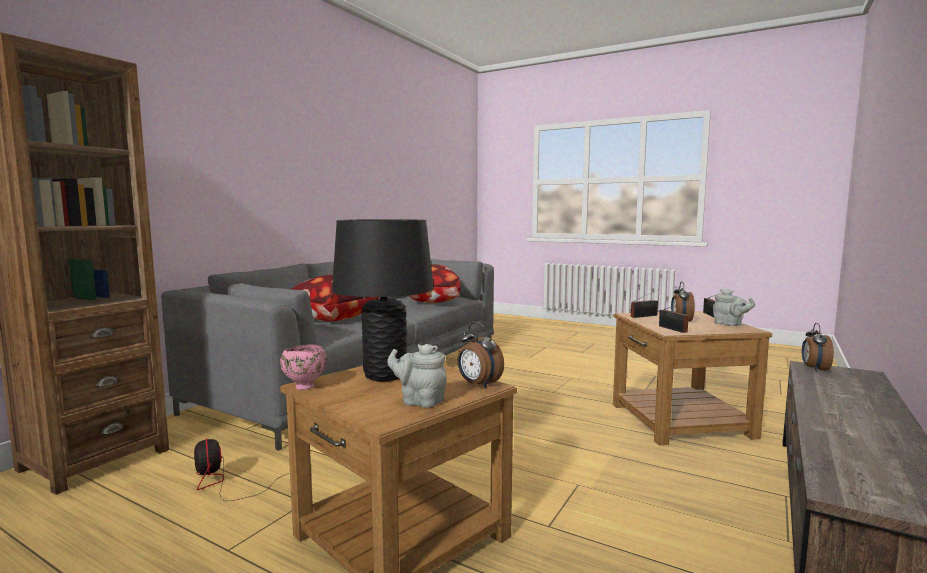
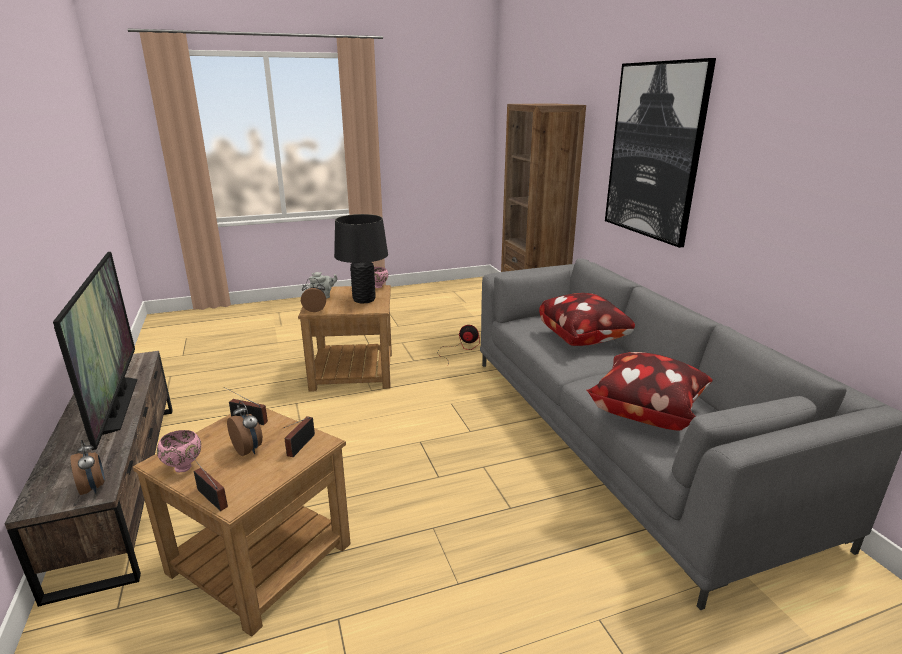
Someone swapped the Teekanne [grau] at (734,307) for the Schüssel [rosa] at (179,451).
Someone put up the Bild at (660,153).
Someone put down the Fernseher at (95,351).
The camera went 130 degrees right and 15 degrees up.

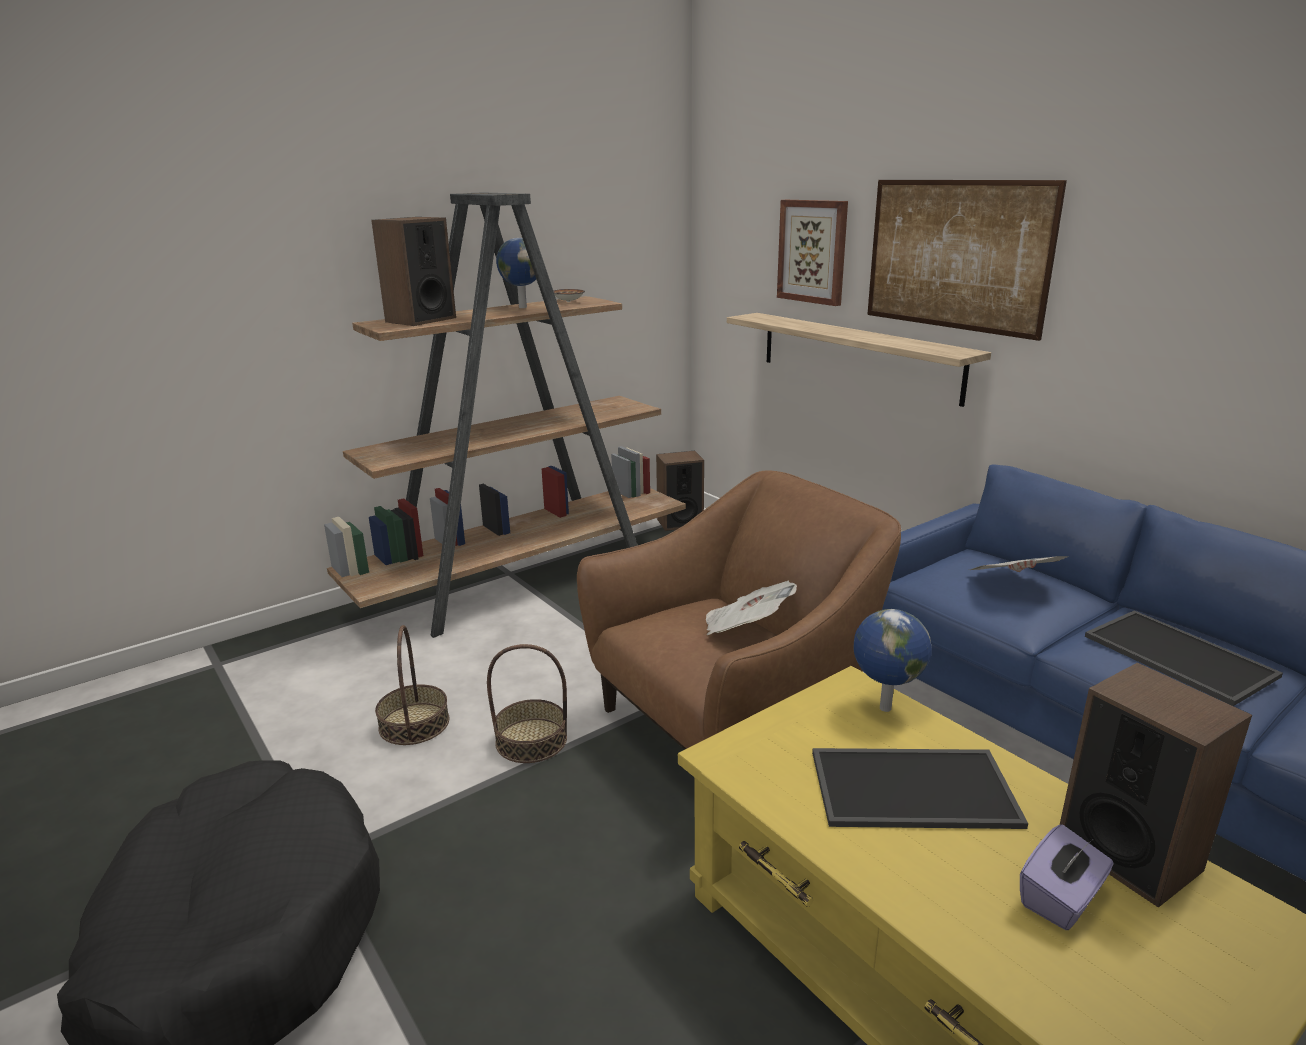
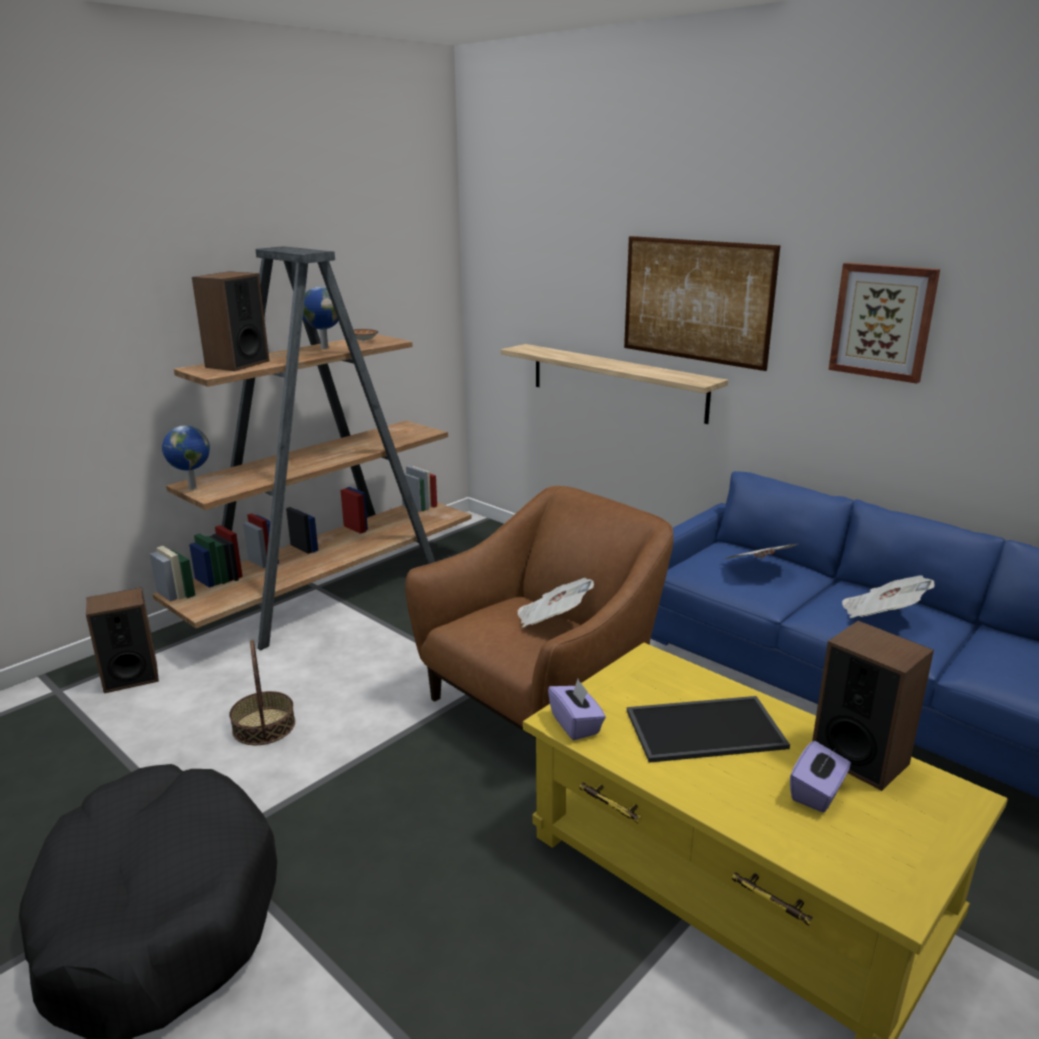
Someone carried the Bild from (812,253) to (884,323).
Someone carried the Lautsprecher from (680,491) to (122,640).
Someone carried the Globus from (893,660) to (186,457).
Someone swapped the Tablett at (1184,658) for the Zeitung at (888,596).
Someone took away the Korb at (527,703).
Someone put down the Taschentuchbox [lila] at (577,709).
The camera went 10 degrees left and 0 degrees up.

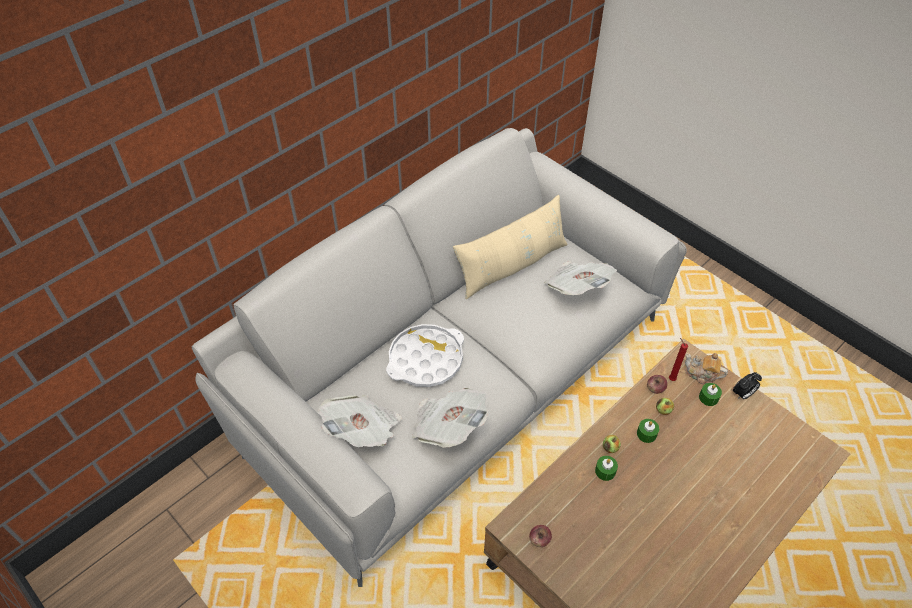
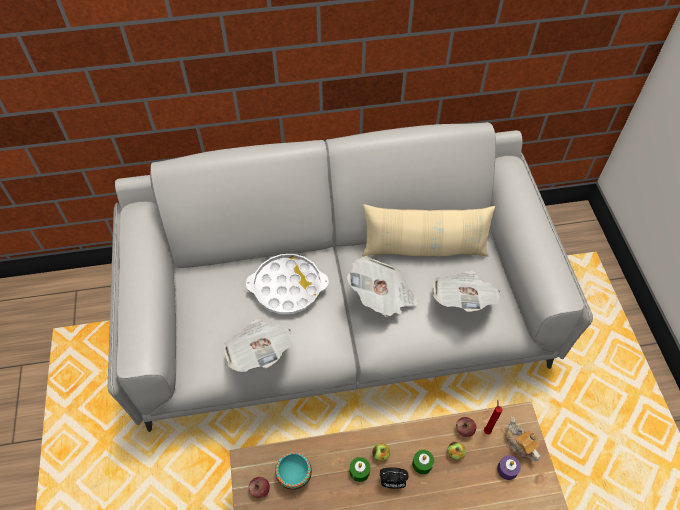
Someone carried the Wecker from (747,385) to (394,478).
Someone repainted the Kerze [grün] at (710,394), which became the Kerze [lila] at (509,467).
Someone carried the Zeitung from (360,421) to (382,287).
Someone put down the Schüssel [türkis] at (293,471).
The camera went 35 degrees right and 5 degrees up.

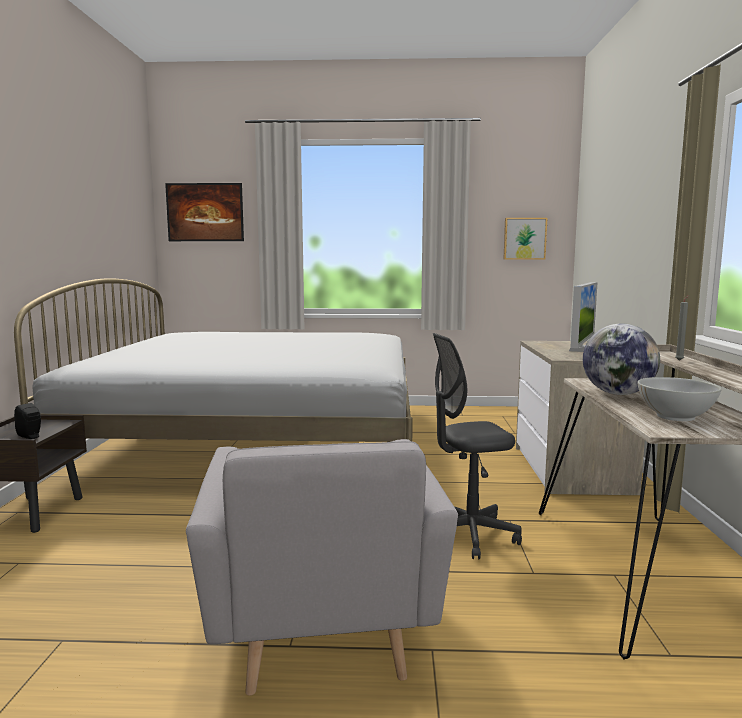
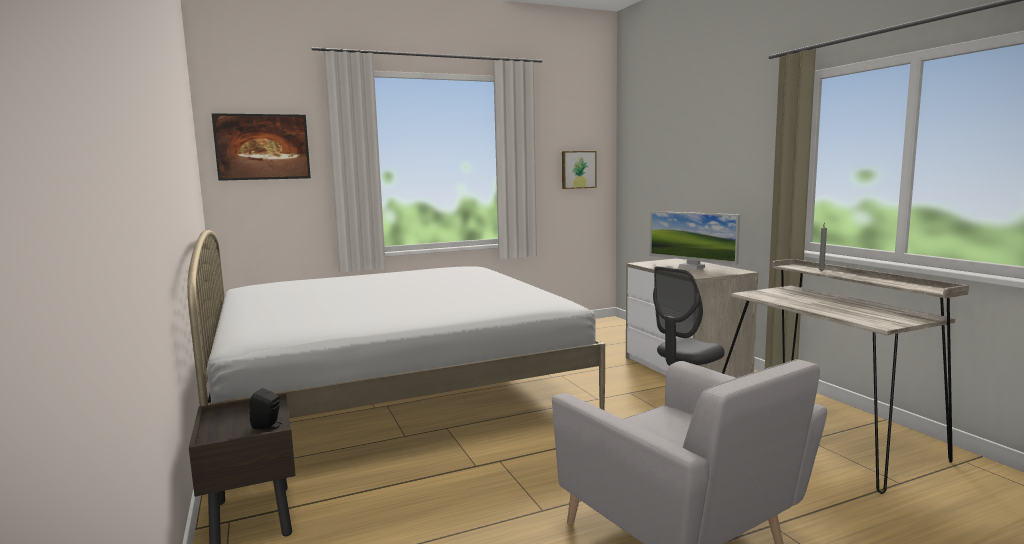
Someone rotated the Monitor at (583,317) by 135 degrees clockwise.
Someone took away the Globus at (621,359).
Someone took away the Schüssel [weiß] at (679,399).
The camera went 25 degrees left and 0 degrees up.

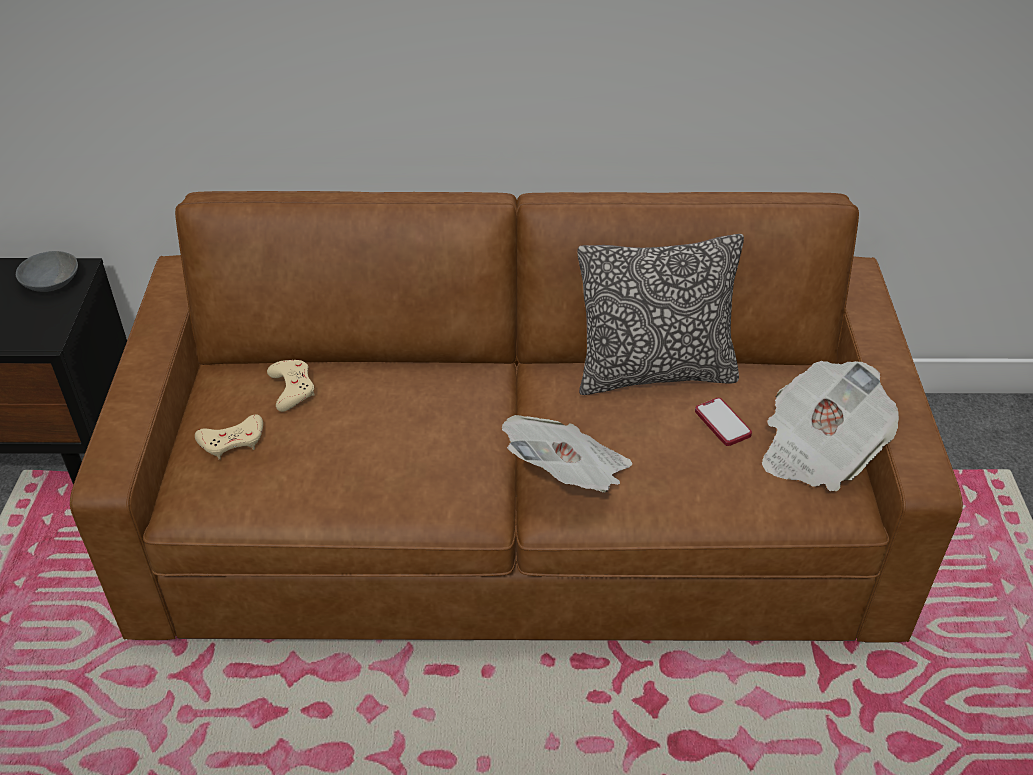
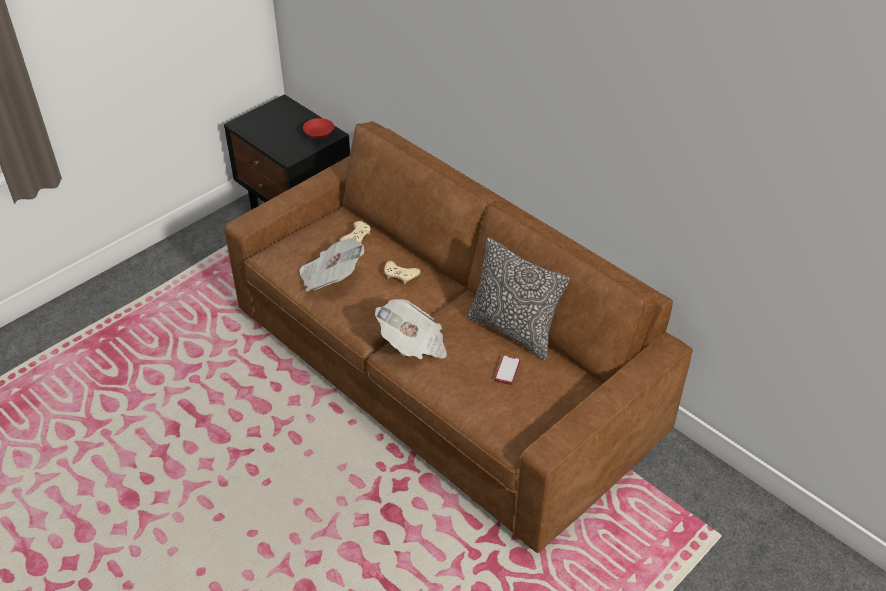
Someone repainted the Schüssel [grau] at (47,271), which became the Schüssel [rot] at (318,128).
Someone carried the Zeitung from (830,426) to (331,264).
Someone carried the Gamepad [beige] from (229,437) to (402,272).
The camera went 45 degrees right and 0 degrees up.

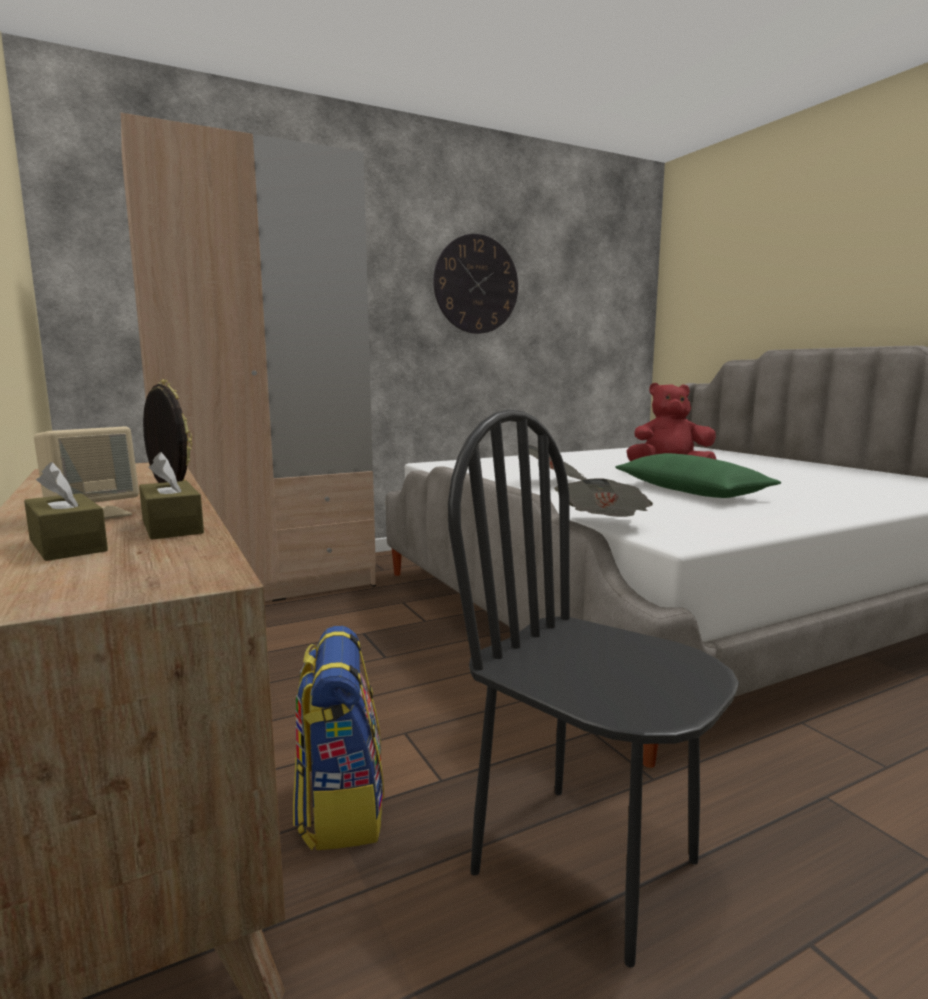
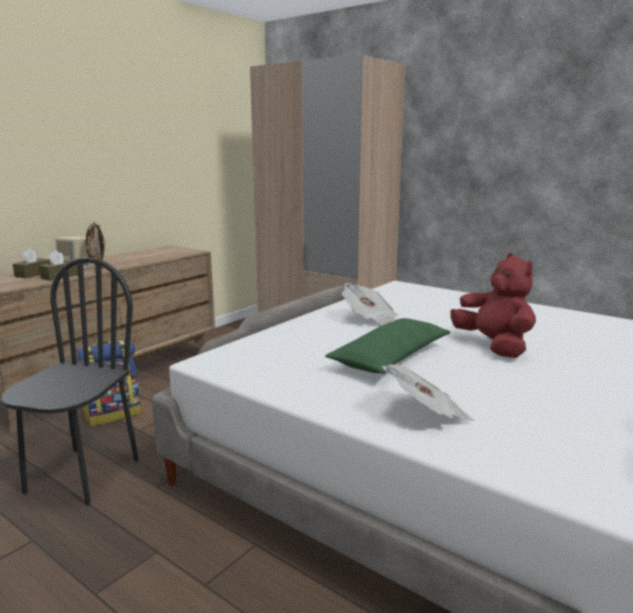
Someone took away the Wanduhr at (475,284).
Someone carried the Zeitung from (603,497) to (428,392).
The camera went 65 degrees right and 5 degrees up.

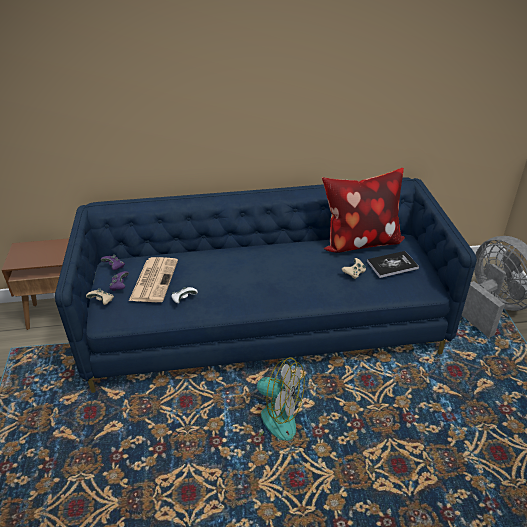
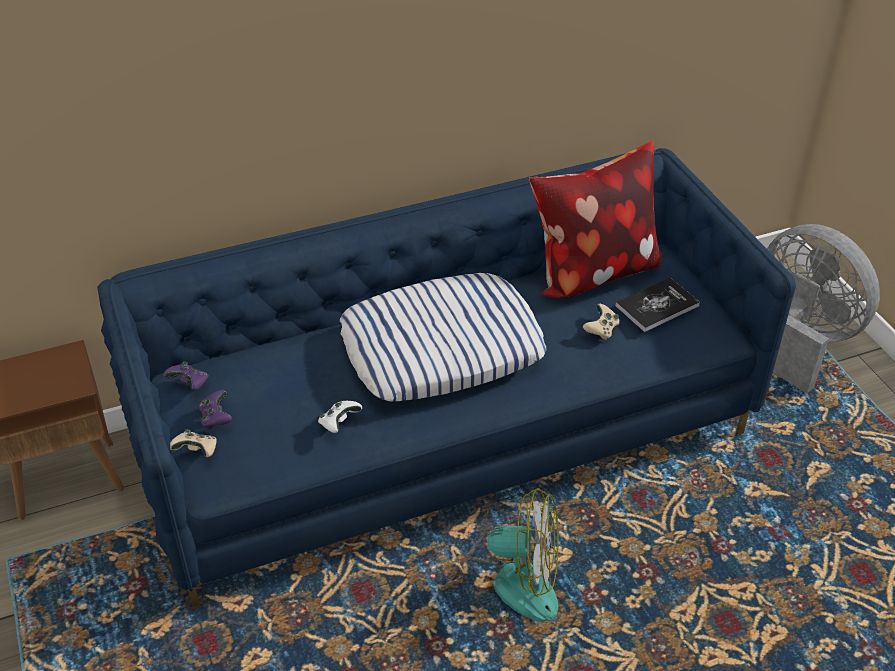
Someone took away the Zeitung at (153,279).
Someone put down the Kissen at (443,337).
The camera went 15 degrees left and 5 degrees up.

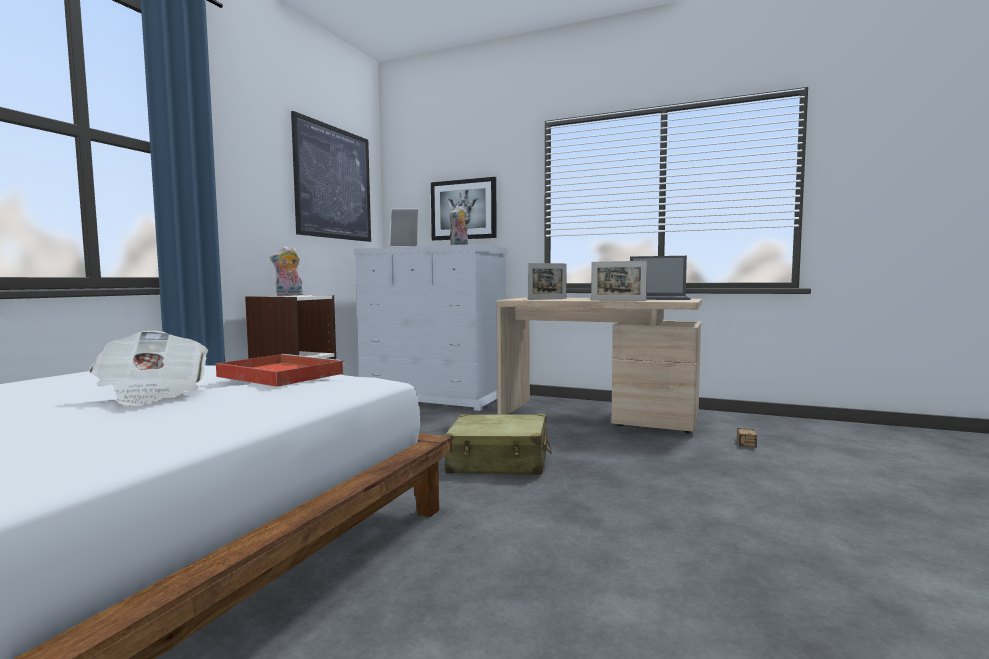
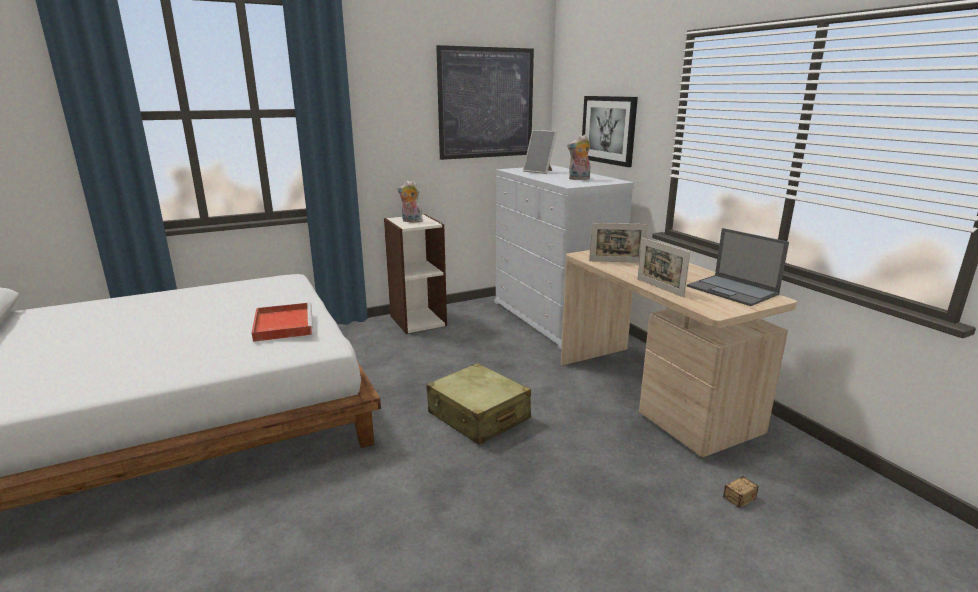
Someone took away the Zeitung at (149,368).
The camera went 40 degrees right and 15 degrees up.

